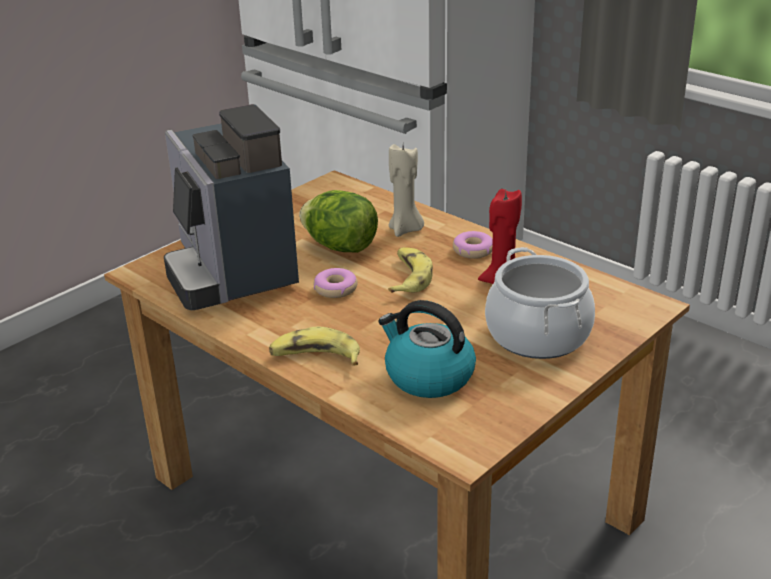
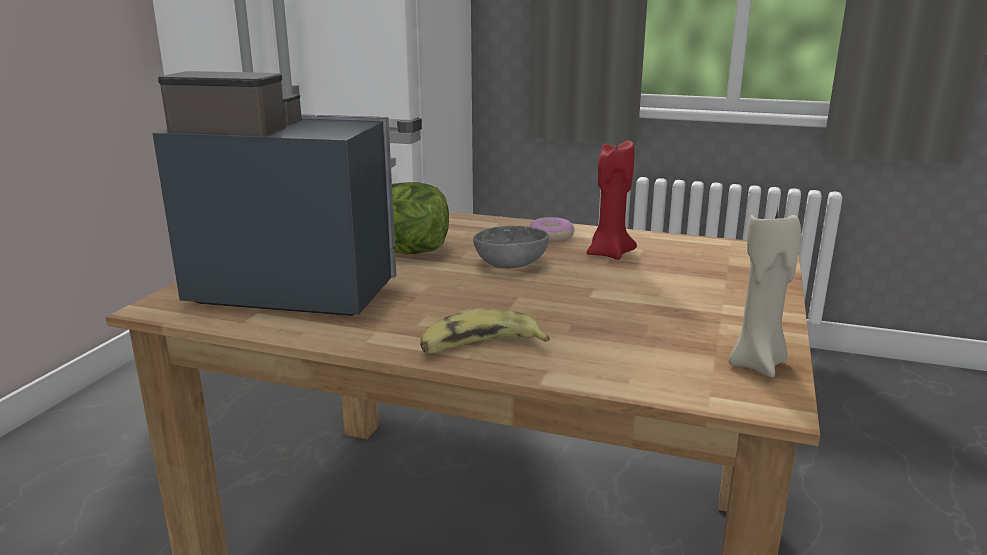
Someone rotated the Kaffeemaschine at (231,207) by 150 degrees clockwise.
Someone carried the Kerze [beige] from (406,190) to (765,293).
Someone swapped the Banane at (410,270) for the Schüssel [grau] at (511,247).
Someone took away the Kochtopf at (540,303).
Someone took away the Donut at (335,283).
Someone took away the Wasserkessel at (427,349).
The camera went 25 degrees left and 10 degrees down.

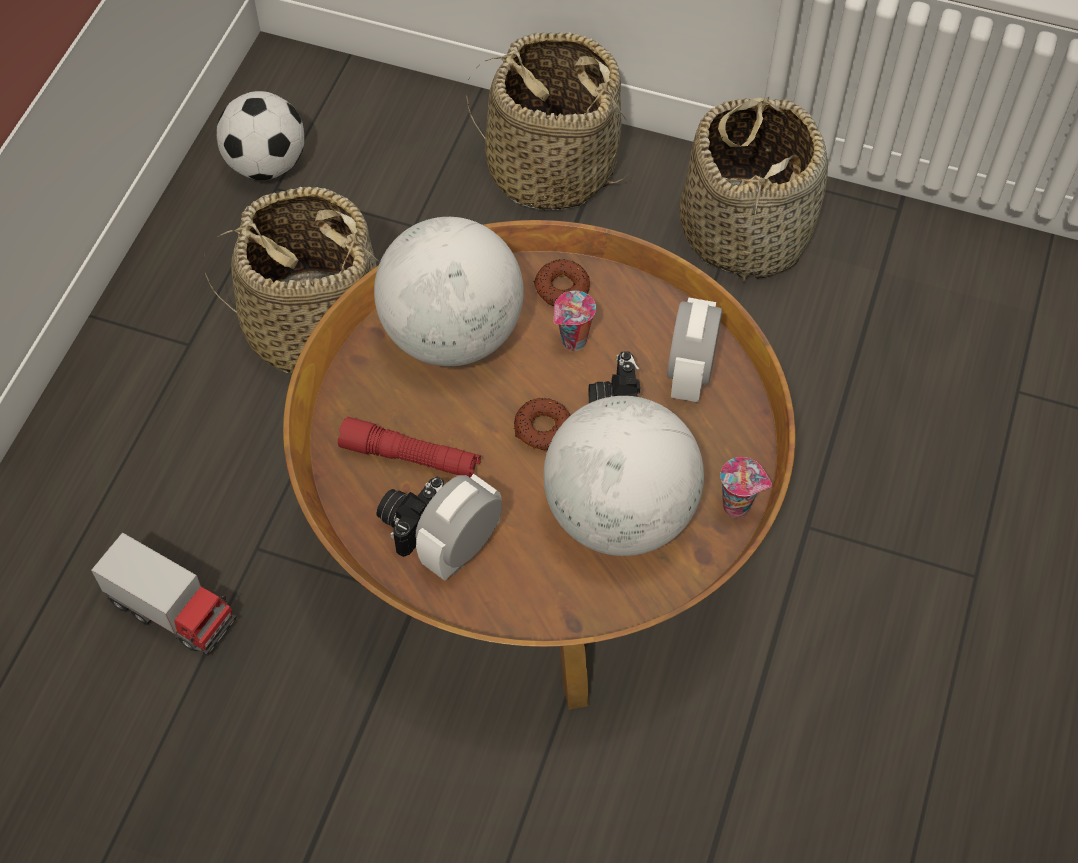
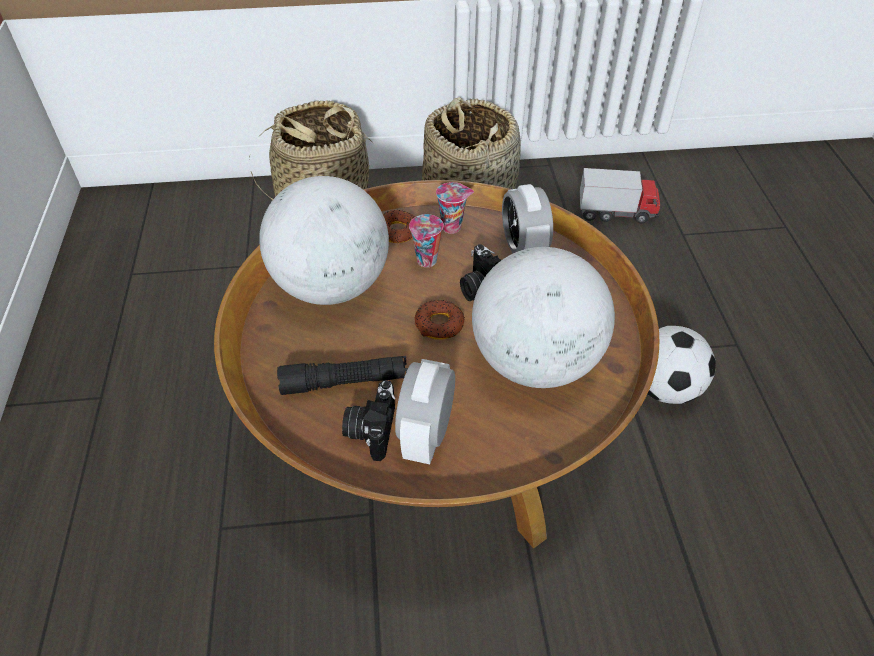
Someone carried the Fußball from (260,135) to (682,365).
Someone took away the Korb at (291,280).
Someone repainted the Taschenlampe [rot] at (409,447), which became the Taschenlampe [schwarz] at (342,375).
Someone carried the Tasse from (746,487) to (455,208).
Someone carried the Spielzeuglaster from (164,594) to (620,196).
The camera went 25 degrees left and 10 degrees down.

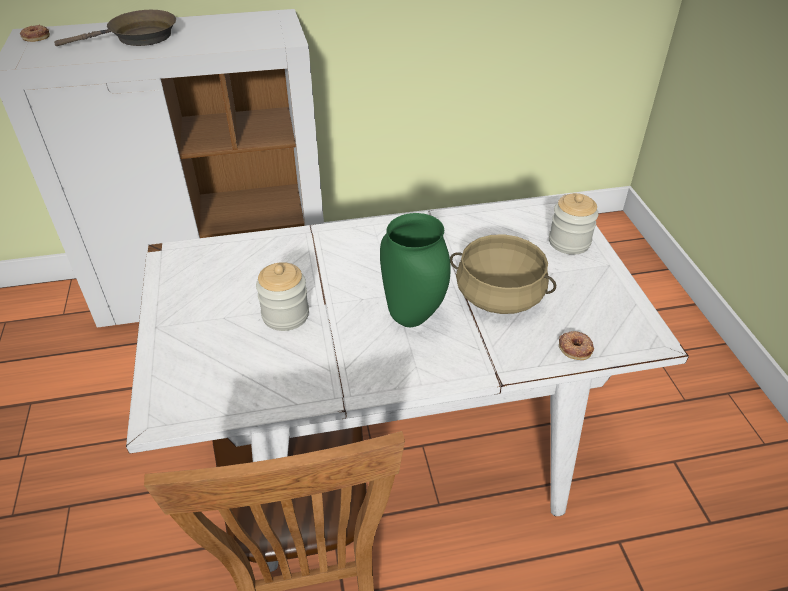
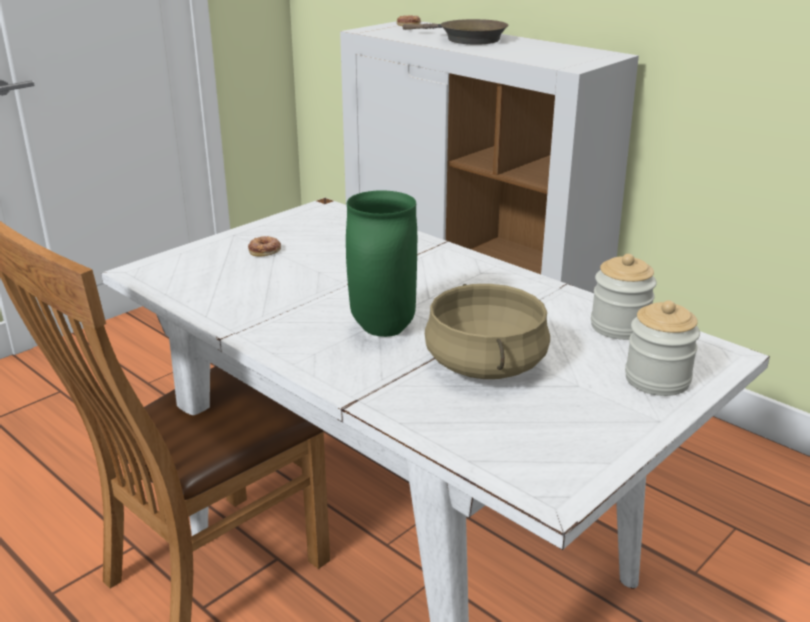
Someone carried the Vorratsglas from (282,296) to (624,297).
Someone carried the Donut from (576,345) to (264,246).
The camera went 55 degrees right and 15 degrees down.

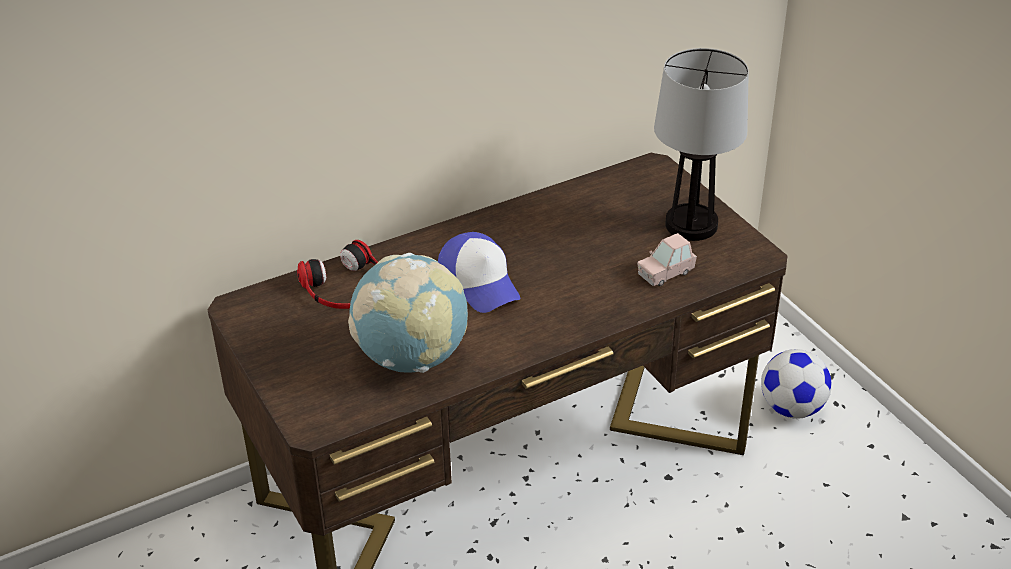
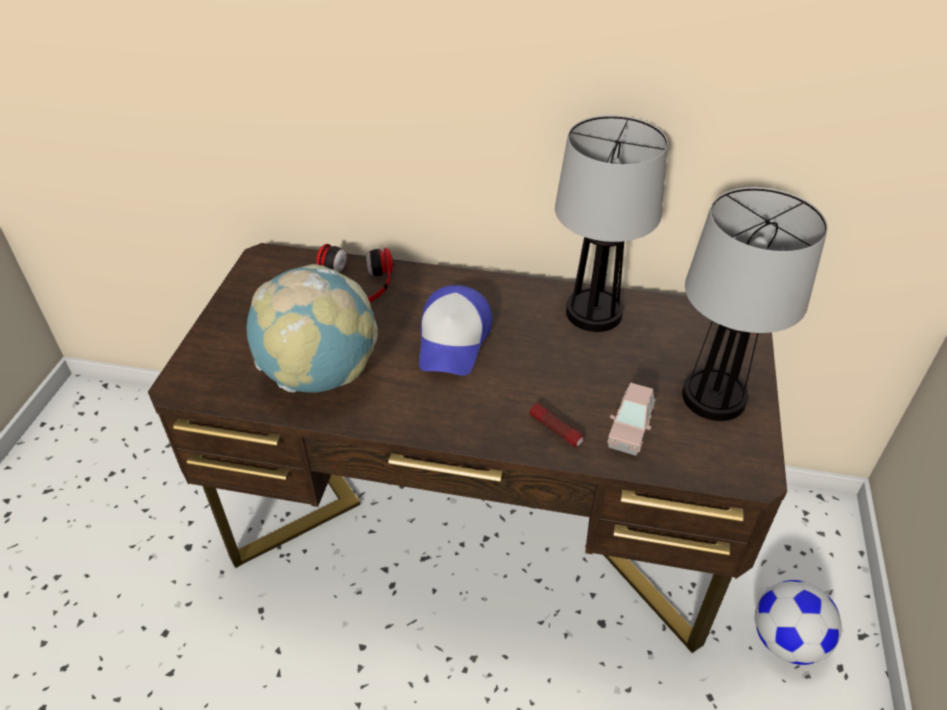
Someone rotated the Spielzeugauto [rosa] at (667,259) by 75 degrees counterclockwise.
Someone put down the Tischlampe at (611,223).
Someone put down the Taschenlampe at (556,425).
The camera went 40 degrees right and 5 degrees up.

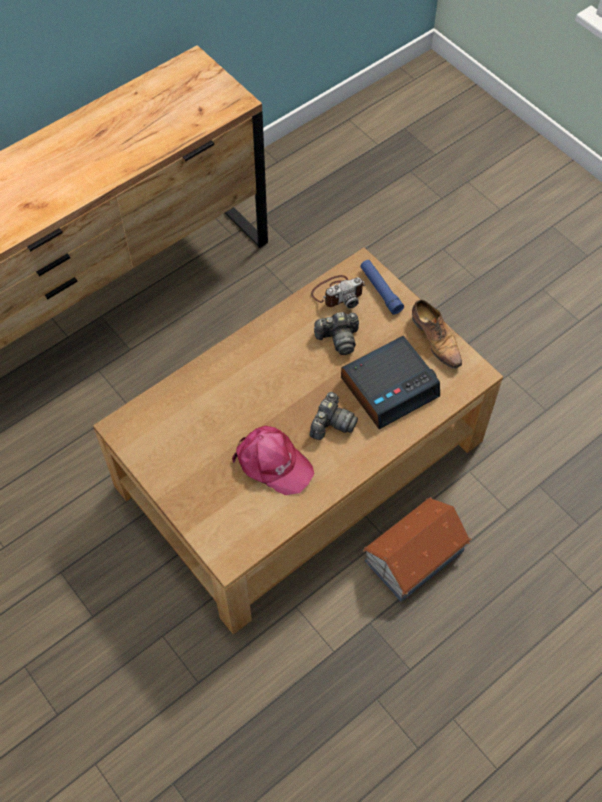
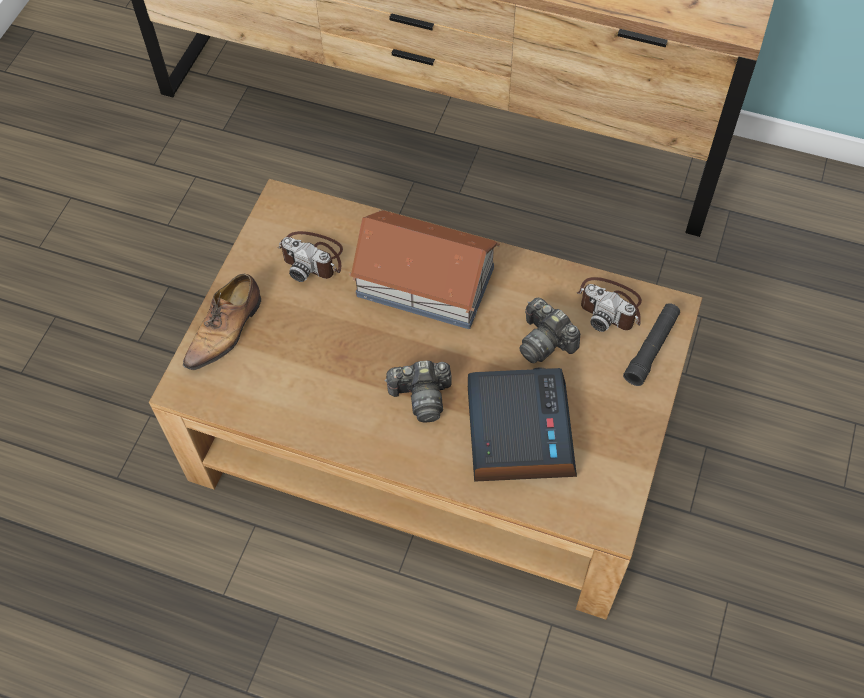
Someone repainted the Taschenlampe [blau] at (382,287), which became the Taschenlampe [schwarz] at (651,344).
Someone carried the Schuh from (437,334) to (222,323).
Someone rotated the Wecker at (390,382) by 120 degrees counterclockwise.
Someone took away the Kappe [rosa] at (273,460).
Someone carried the Spielzeughaus from (417,549) to (424,269).
Someone put down the Kamera at (310,256).
The camera went 60 degrees right and 0 degrees up.

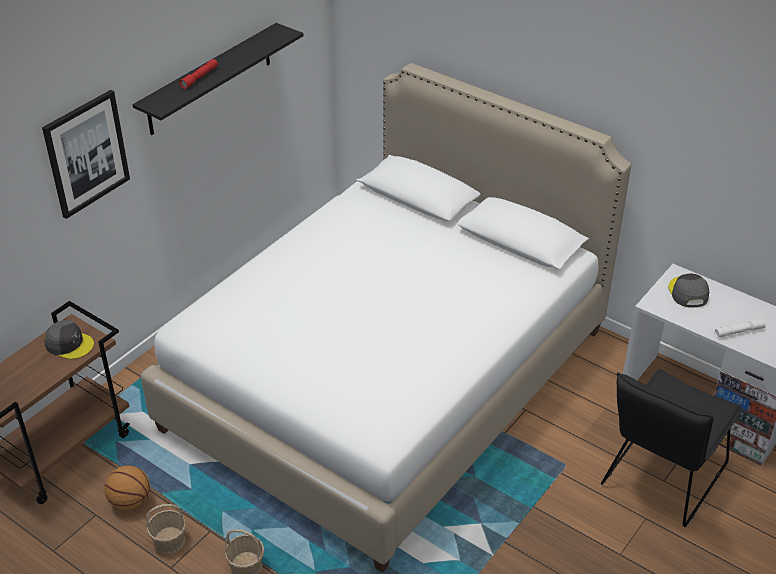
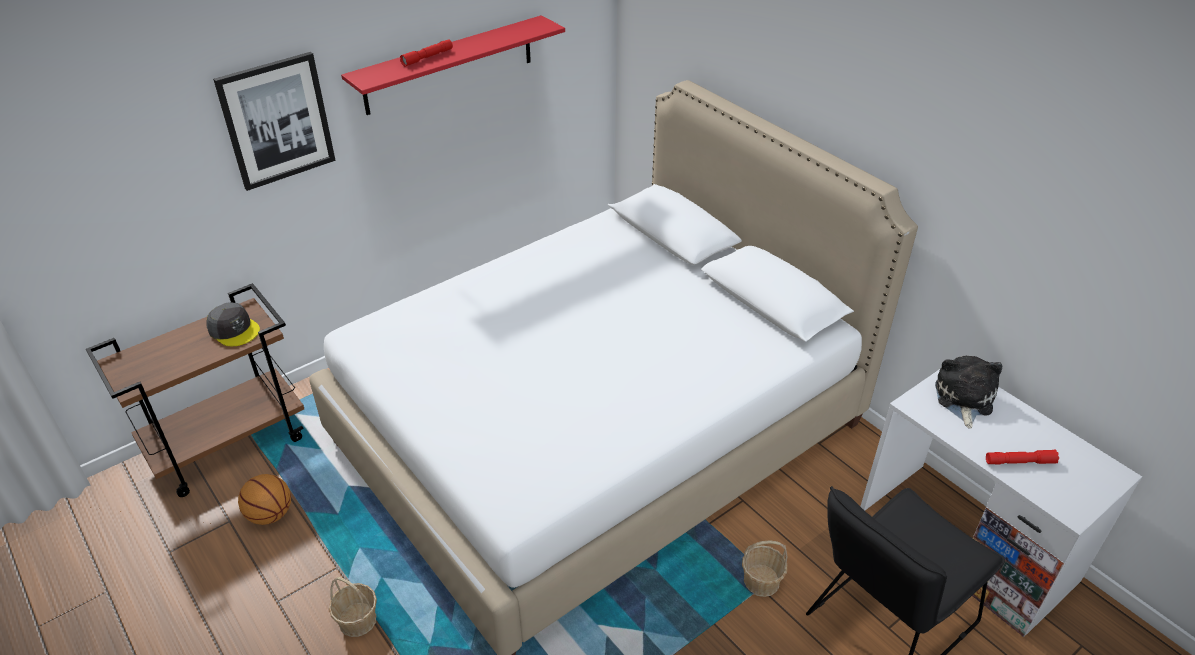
Someone repainted the Wandregal [schwarz] at (218,79), which became the Wandregal [rot] at (453,65).
Someone swapped the Kappe [grau] at (688,290) for the Plüschtier at (968,392).
Someone repainted the Taschenlampe [weiß] at (740,328), which became the Taschenlampe [rot] at (1022,457).
Someone carried the Korb from (166,529) to (765,568).
The camera went 15 degrees right and 0 degrees up.

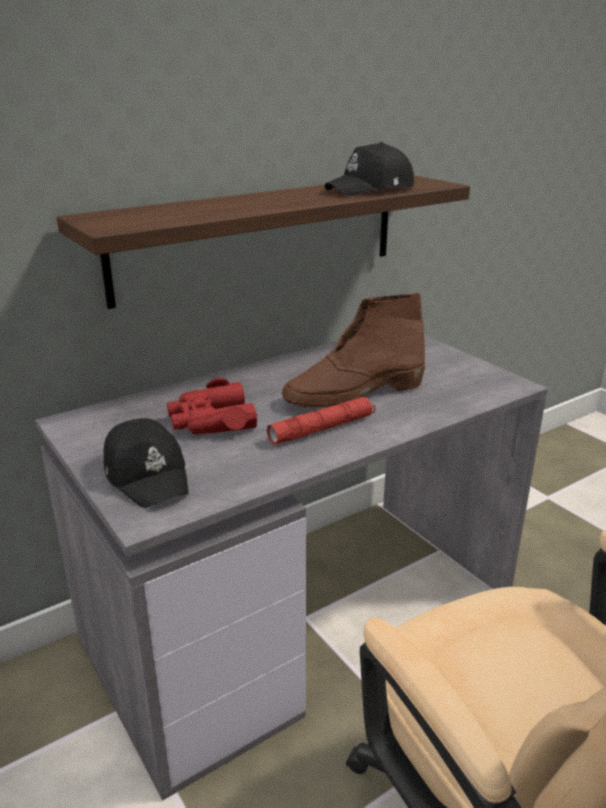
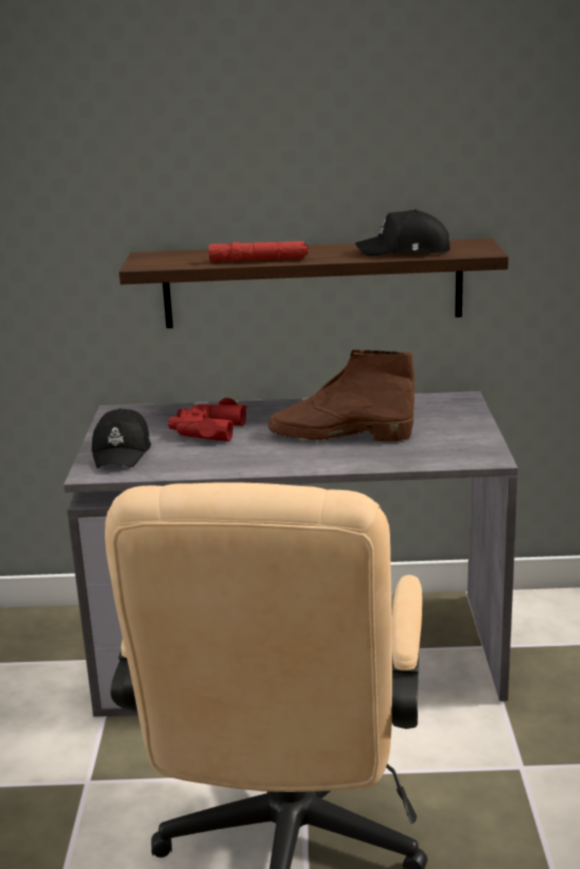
Someone carried the Taschenlampe [rot] from (321,421) to (258,251).
The camera went 35 degrees right and 5 degrees down.

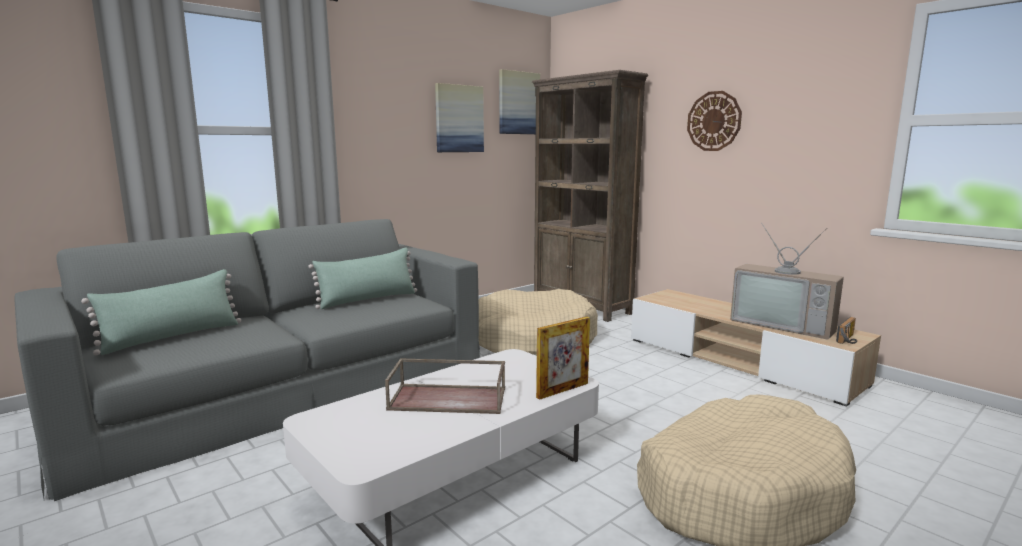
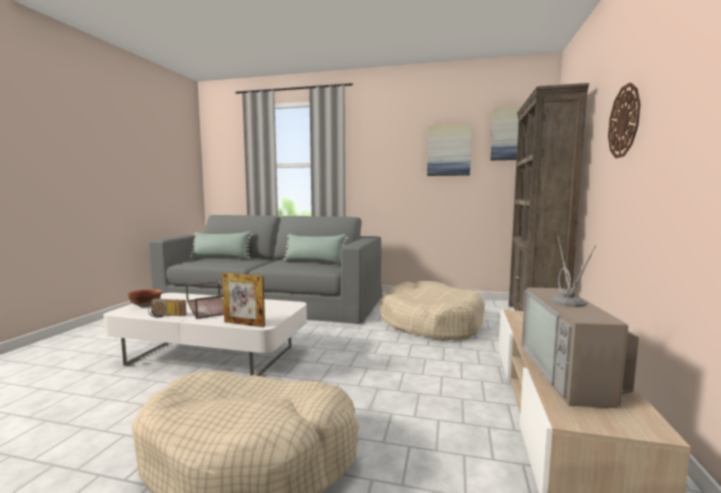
Someone carried the Radio from (846,330) to (167,308).
Someone put down the Schüssel at (144,298).
The camera went 55 degrees right and 5 degrees down.

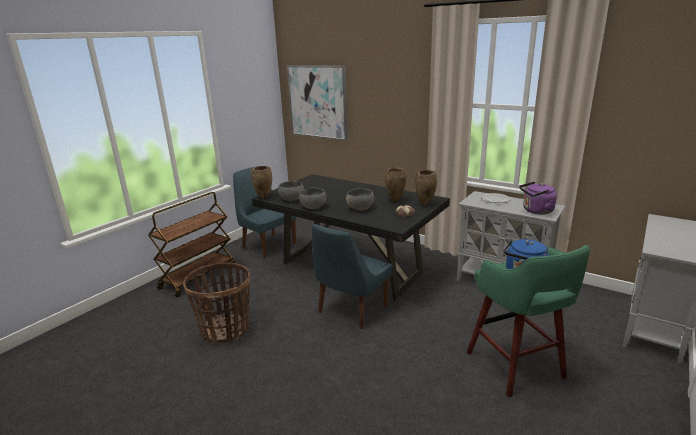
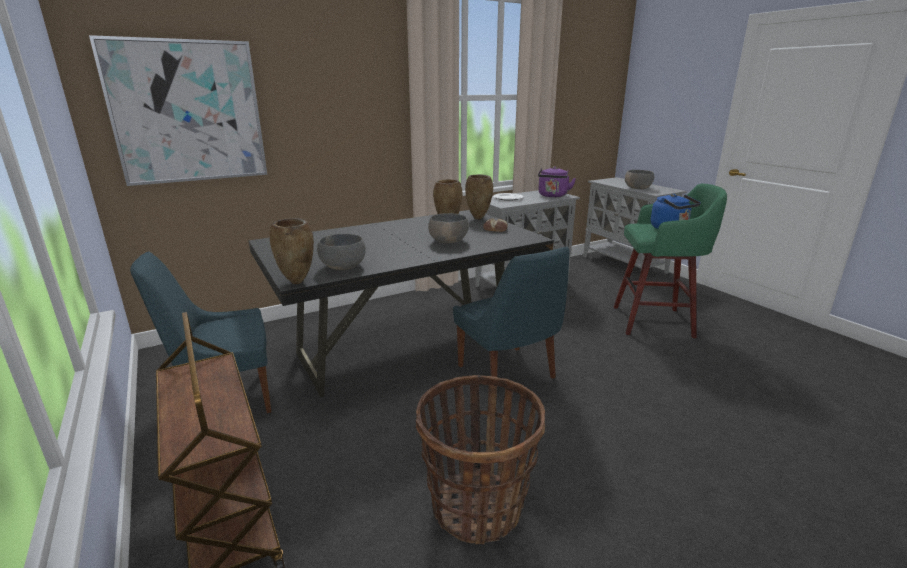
Someone carried the Schüssel [grau] from (312,198) to (639,179).
The camera went 65 degrees left and 0 degrees up.

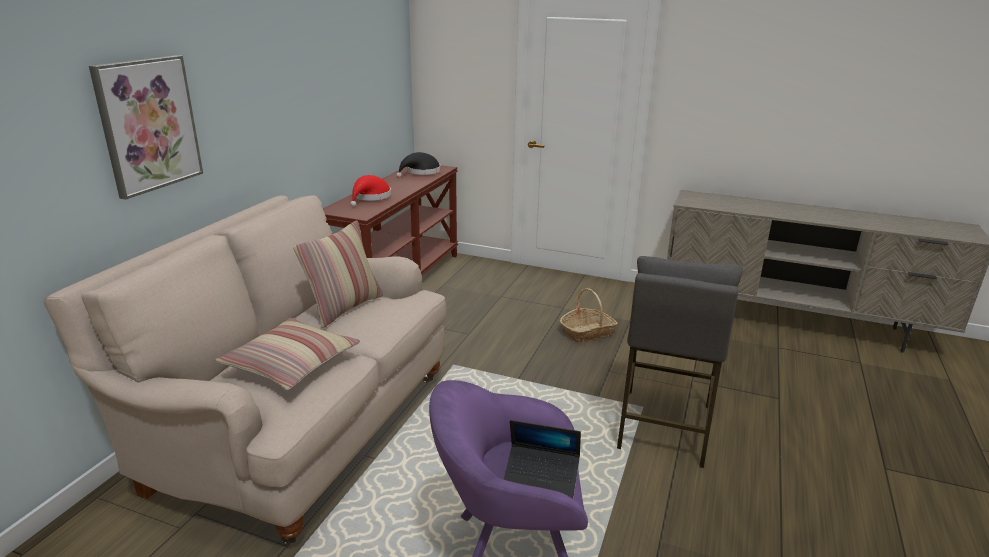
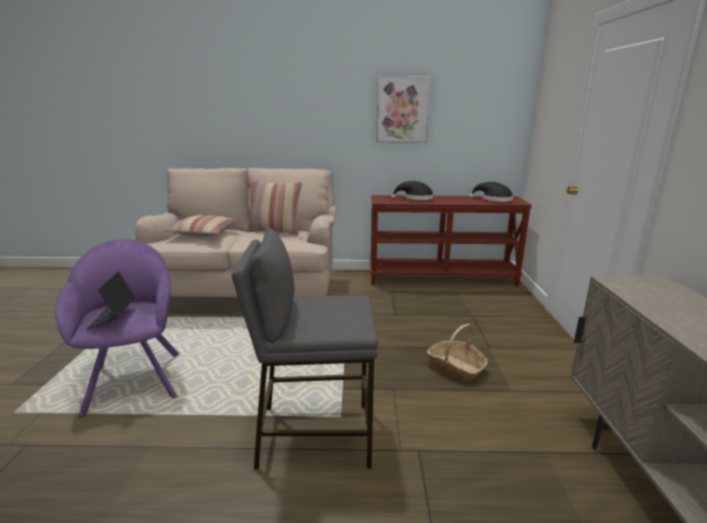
Someone carried the Bild from (146,127) to (403,110).
Someone repainted the Hut [rot] at (370,191), which became the Hut [schwarz] at (412,190).
The camera went 70 degrees right and 5 degrees down.

